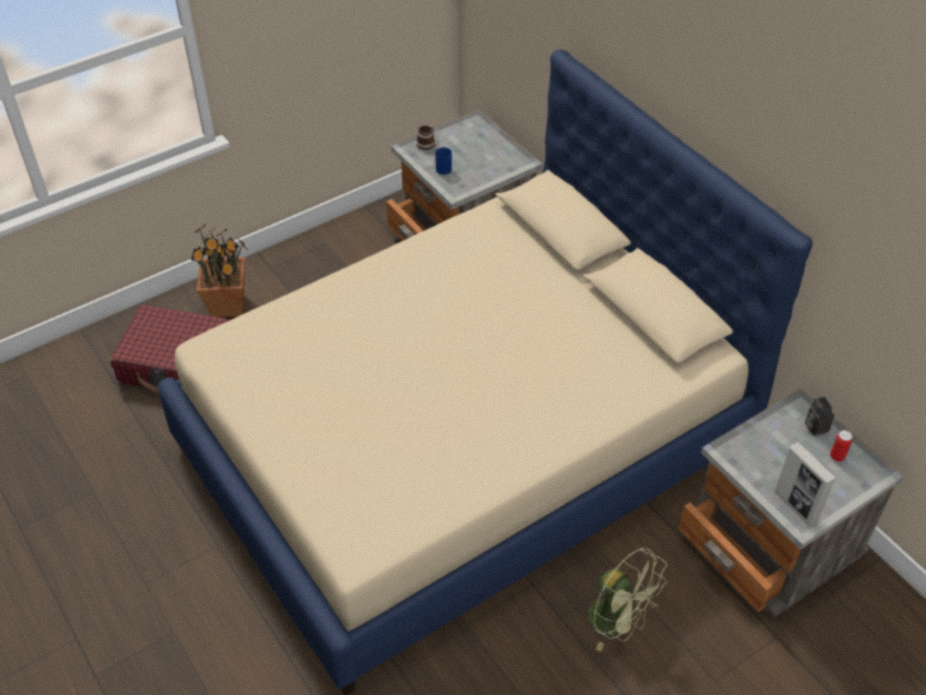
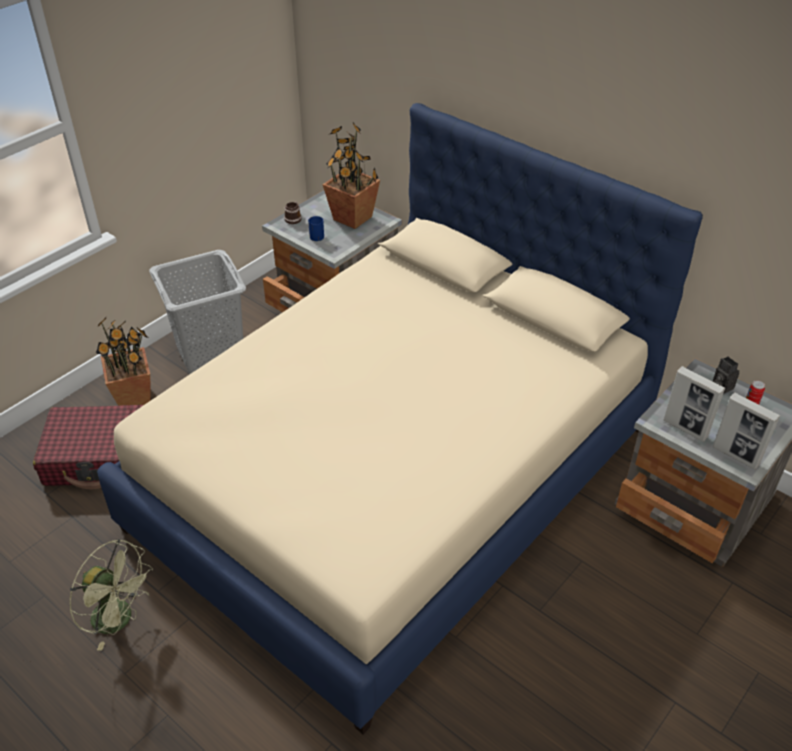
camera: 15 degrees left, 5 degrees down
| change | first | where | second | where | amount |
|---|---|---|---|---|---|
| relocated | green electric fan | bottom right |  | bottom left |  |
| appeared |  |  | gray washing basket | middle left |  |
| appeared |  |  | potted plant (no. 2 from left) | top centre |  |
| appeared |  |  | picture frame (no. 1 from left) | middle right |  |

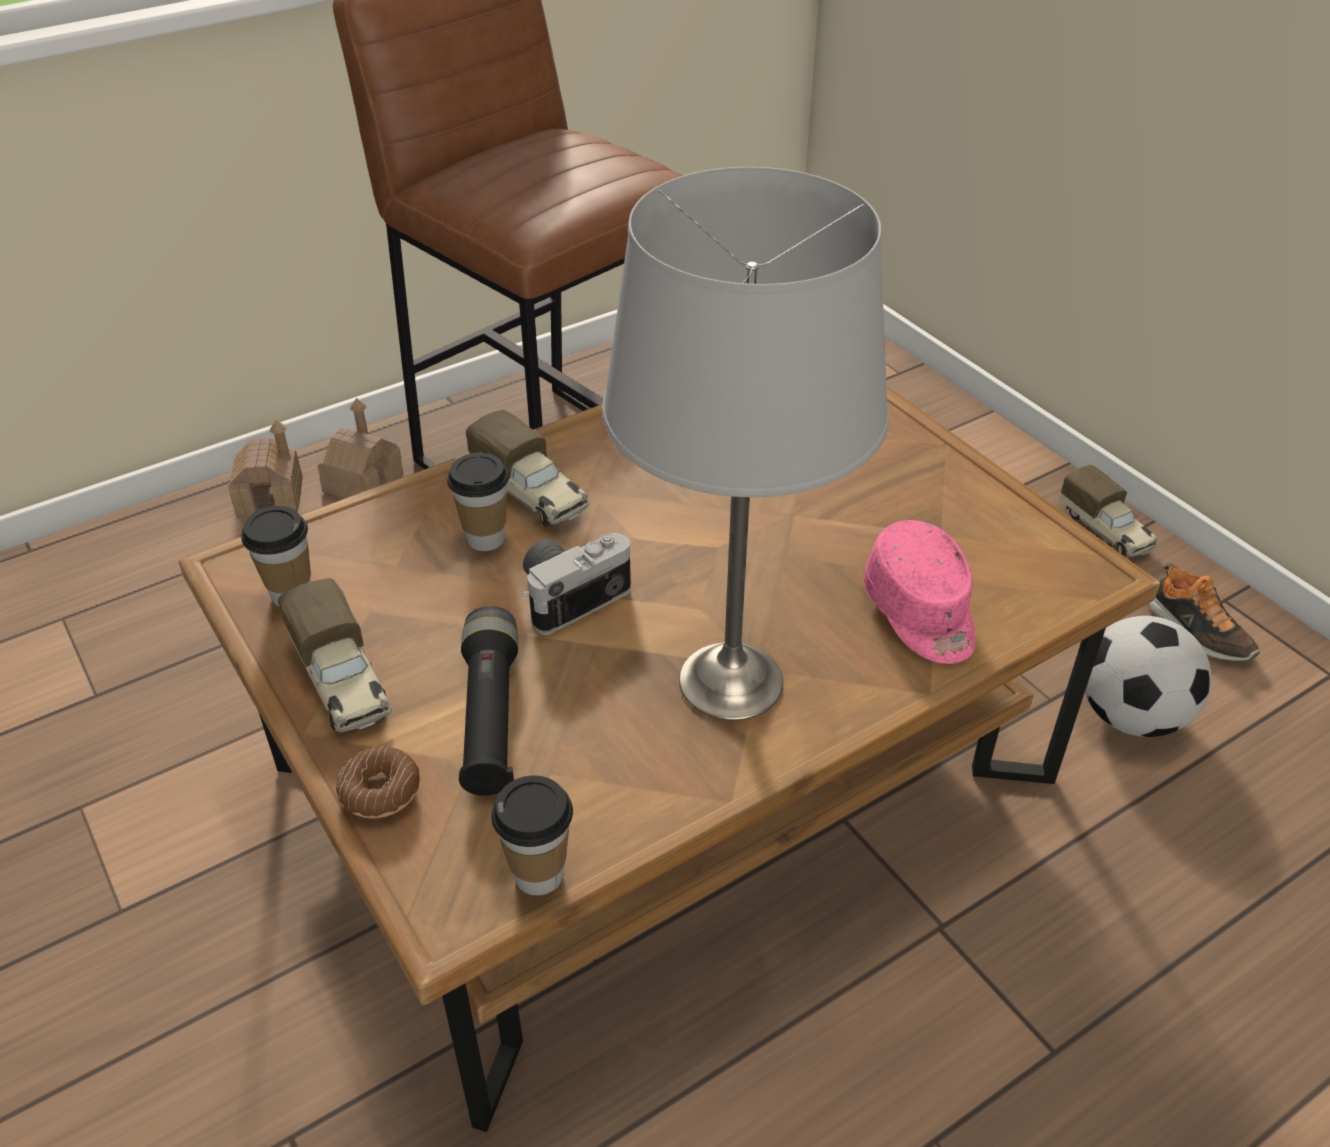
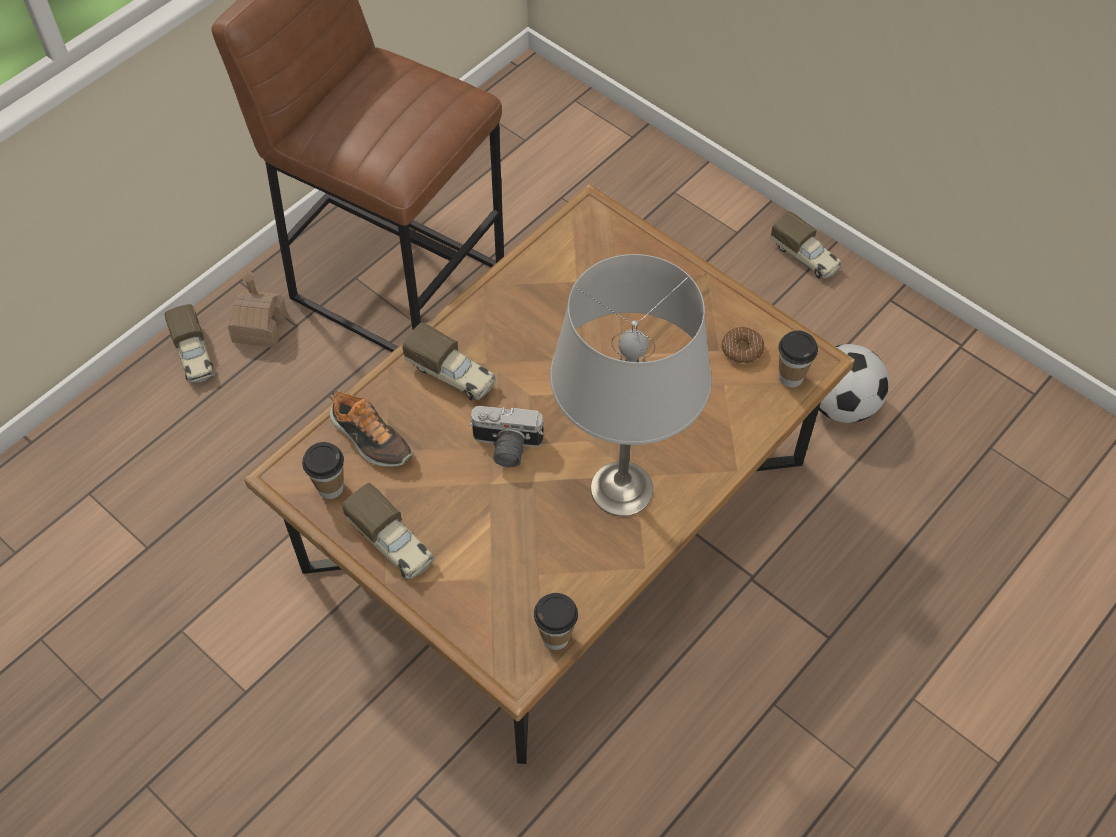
camera: 15 degrees left, 15 degrees up
| change | first | where | second | where | amount |
|---|---|---|---|---|---|
| exchanged | model house (no. 1 from left) | middle left | toy truck (no. 1 from left) | middle left |  |
| relocated | doughnut | bottom left |  | centre |  |
| relocated | cup (no. 2 from left in the first image) | centre | cup (no. 3 from left) | middle right |  |
| missing | black-coloured flashlight | centre |  |  |  |
| spun | photo camera | centre |  | centre | 120 degrees counterclockwise |
| missing | pink cap | middle right |  |  |  |
| relocated | shoe | middle right |  | middle left |  |

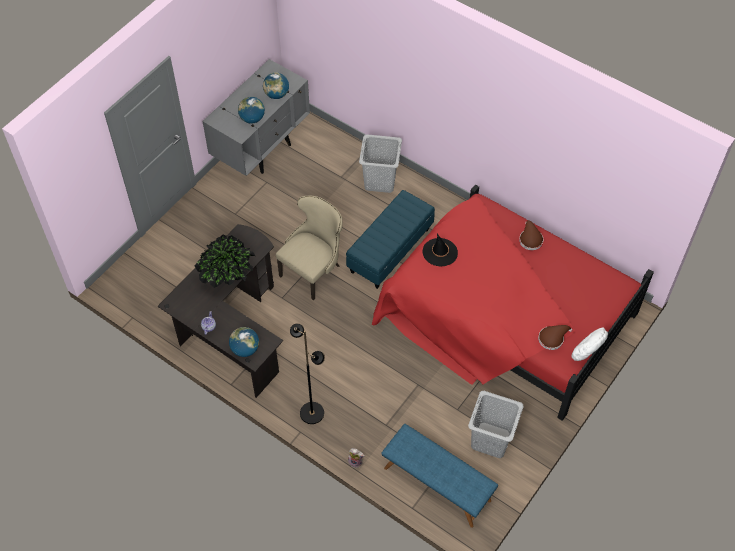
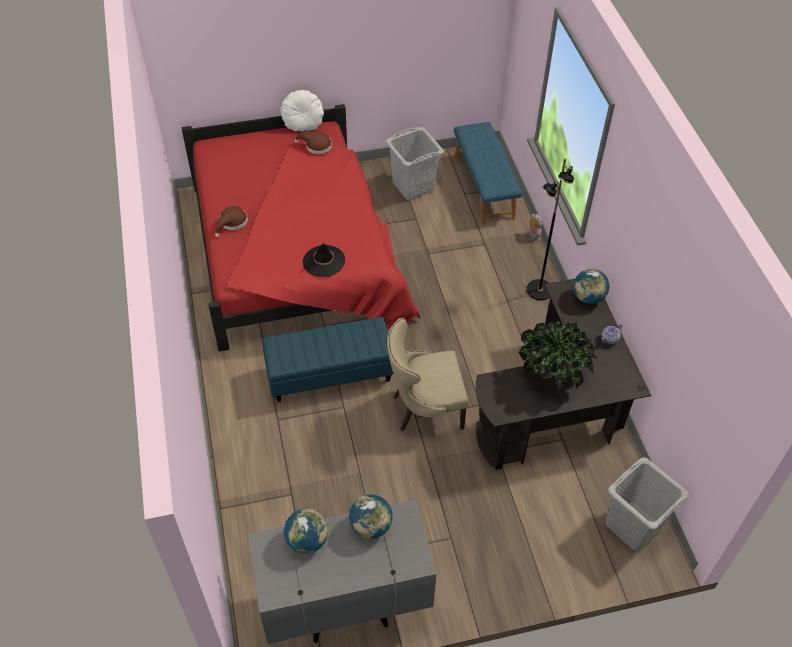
camera: 140 degrees left, 5 degrees down
| change | first | where | second | where | amount |
|---|---|---|---|---|---|
| relocated | gray washing basket (no. 1 from left in the first image) | top centre | gray washing basket (no. 2 from left) | bottom right |  |

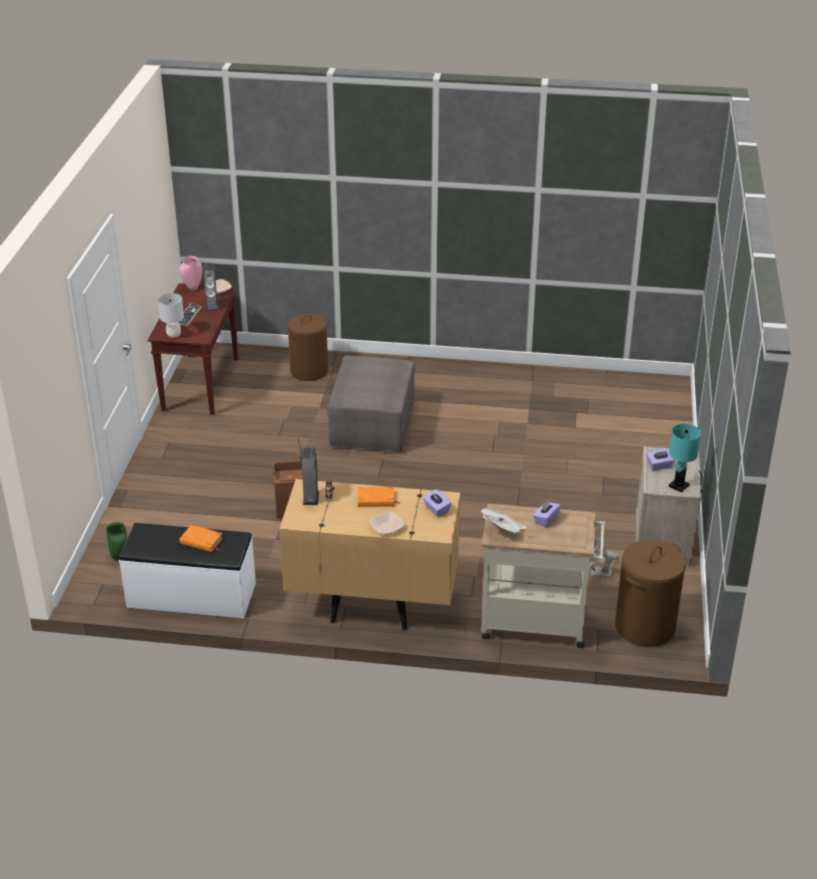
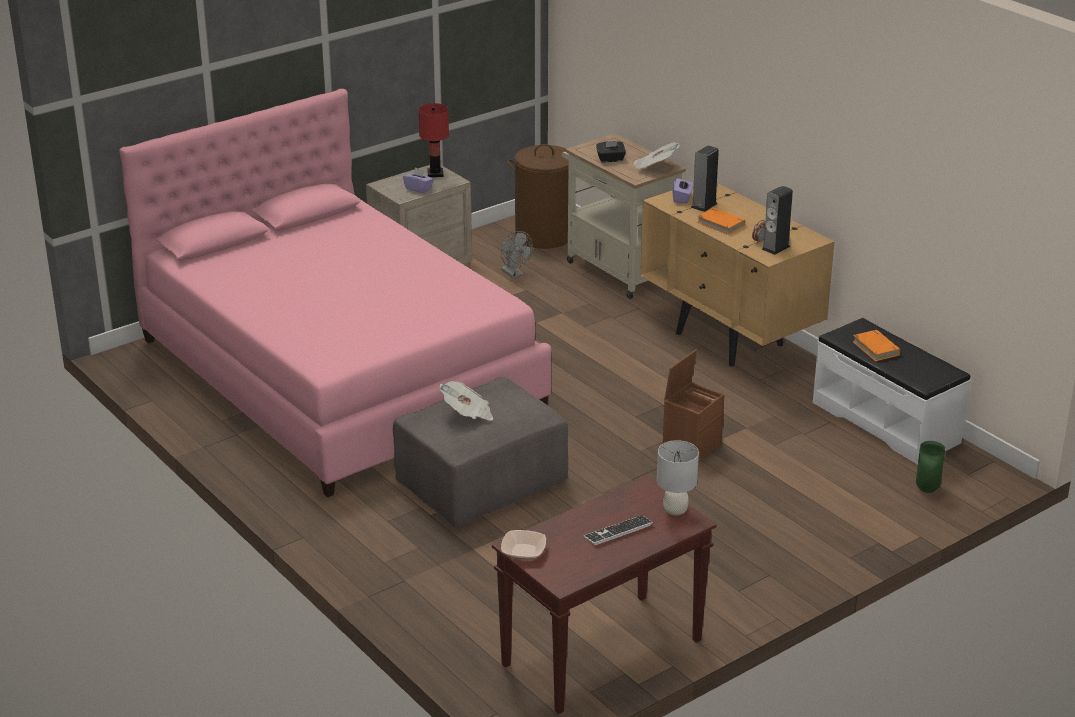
camera: 135 degrees left, 5 degrees down
| change | first | where | second | where | amount |
|---|---|---|---|---|---|
| missing | pink decorative vase | top left |  |  |  |
| relocated | audio speaker (no. 1 from left) | top left |  | top centre |  |
| missing | brownish washing basket (no. 1 from left) | centre |  |  |  |
| missing | deep dish (no. 2 from left) | centre |  |  |  |
| colour | purple-coloured box of tissues (no. 2 from left) | middle right | black-coloured box of tissues | top centre |  |
| colour | turquoise-coloured lamp for a table | middle right | red lamp for a table | top centre |  |
| appeared |  |  | pink sleeping bed | middle left |  |
| appeared |  |  | printed paper (no. 1 from left) | centre |  |

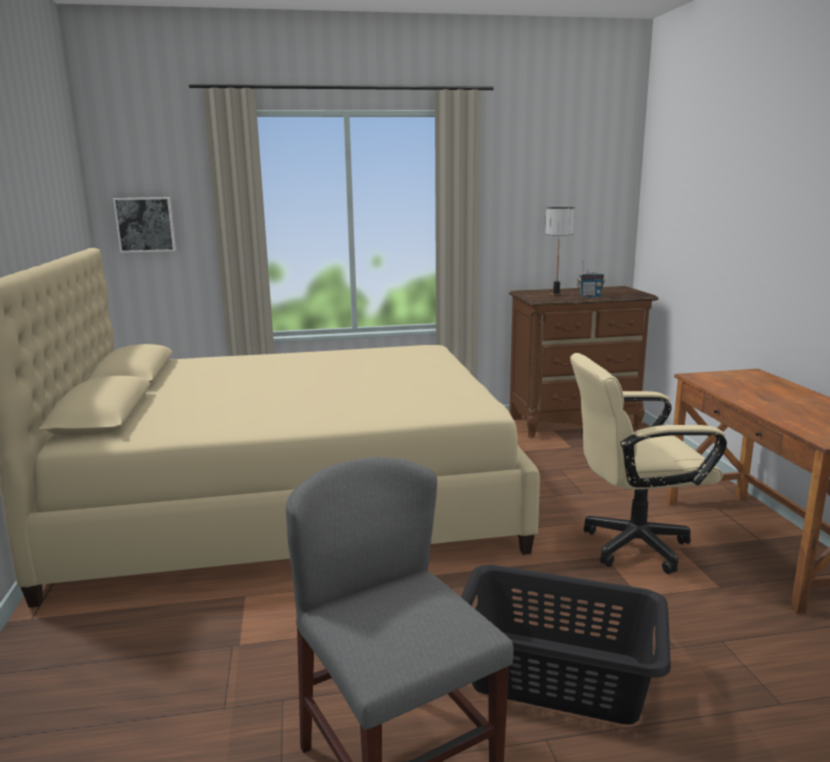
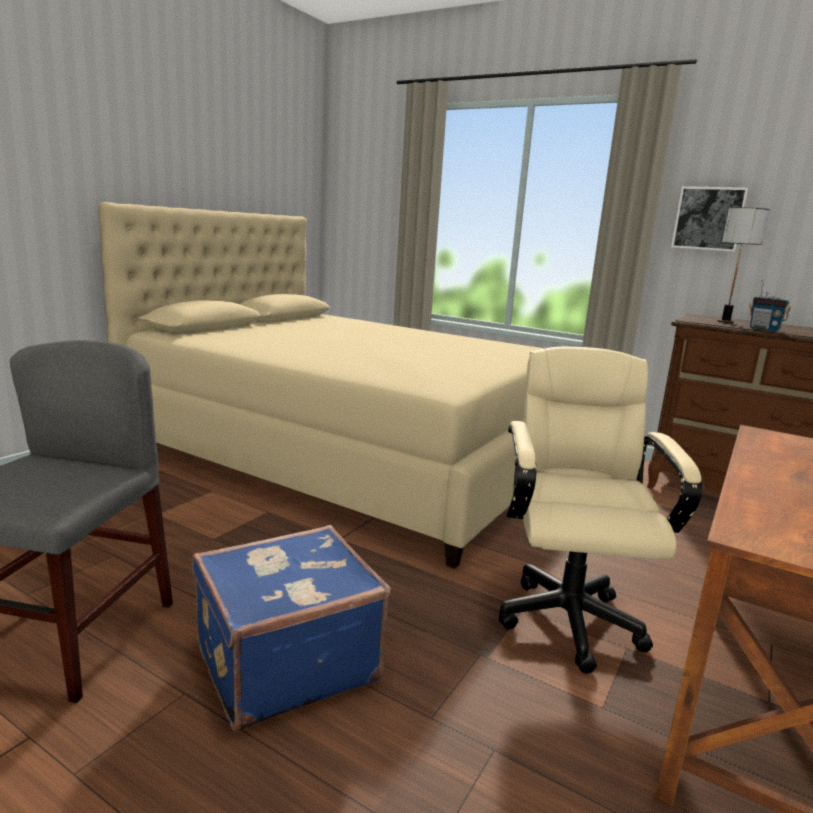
camera: 40 degrees right, 0 degrees up
| change | first | where | second | where | amount |
|---|---|---|---|---|---|
| relocated | wall art | top left |  | top right |  |
| exchanged | black-coloured washing basket | bottom right | bluish suitcase | bottom centre |  |
| spun | beige-coloured computer chair | middle right |  | middle right | 60 degrees clockwise |

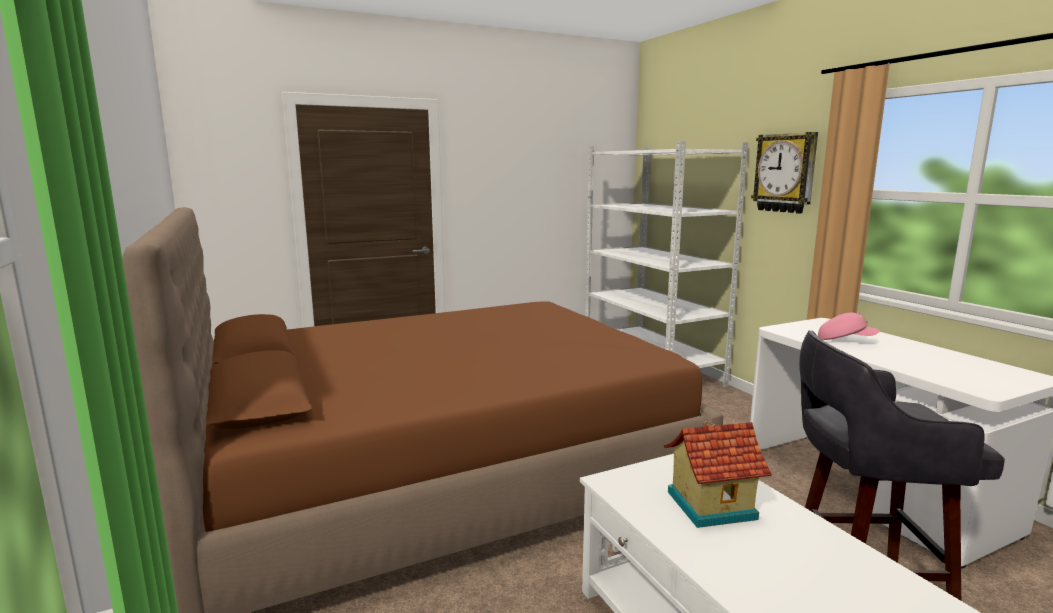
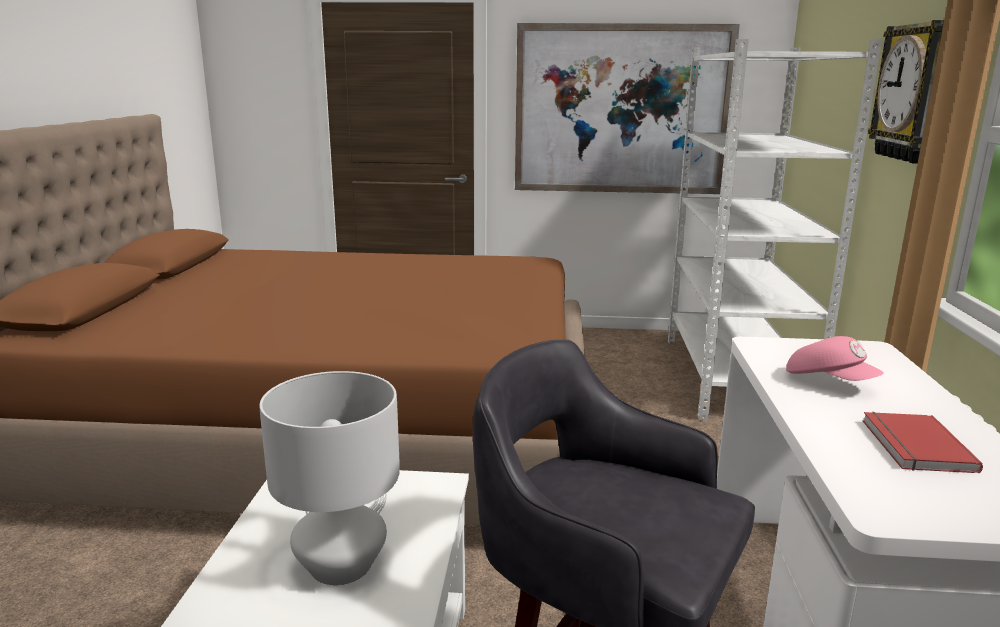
camera: 30 degrees right, 5 degrees up
| change | first | where | second | where | amount |
|---|---|---|---|---|---|
| exchanged | model house | bottom right | gray lamp for a table | bottom left |  |
| appeared |  |  | wall art | top centre |  |
| appeared |  |  | red bound book | bottom right |  |

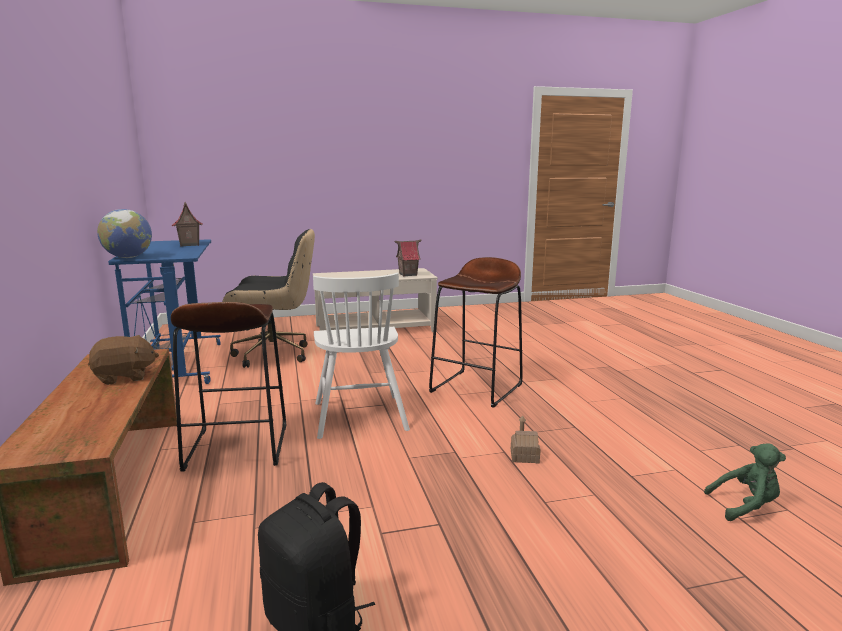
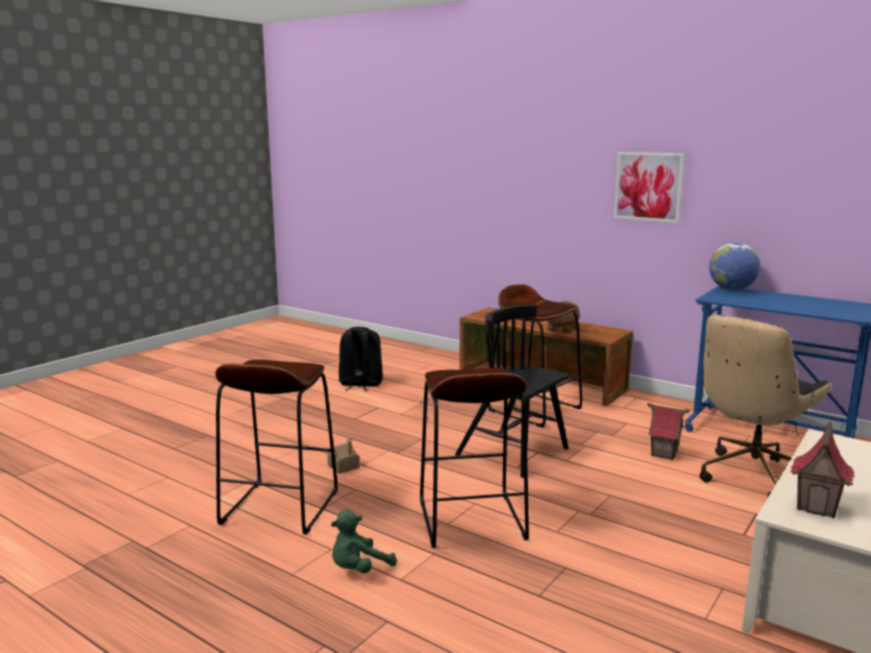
camera: 140 degrees right, 0 degrees up
| change | first | where | second | where | amount |
|---|---|---|---|---|---|
| relocated | model house (no. 1 from left in the first image) | middle left | model house (no. 2 from left) | middle right |  |
| colour | whitish plain chair | centre | black-coloured plain chair | centre |  |
| relocated | green plush toy | bottom right |  | bottom centre |  |
| appeared |  |  | brownish stool (no. 1 from left) | bottom left |  |
| appeared |  |  | wall art | top right |  |

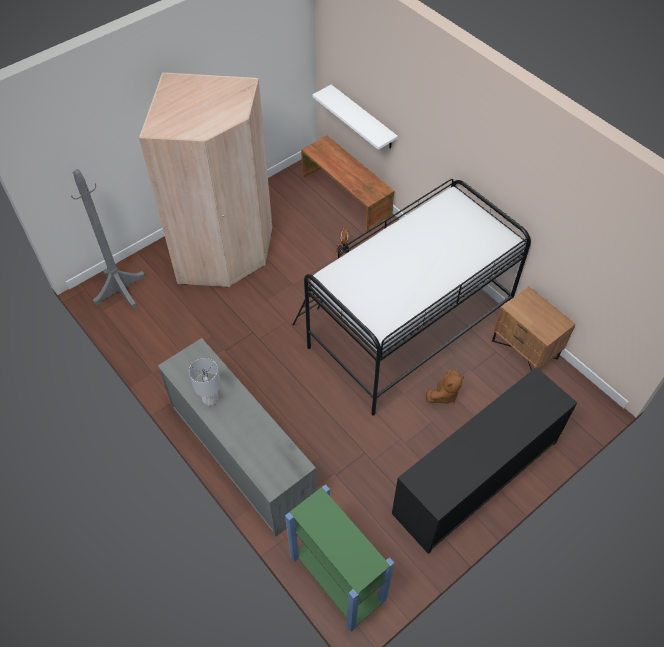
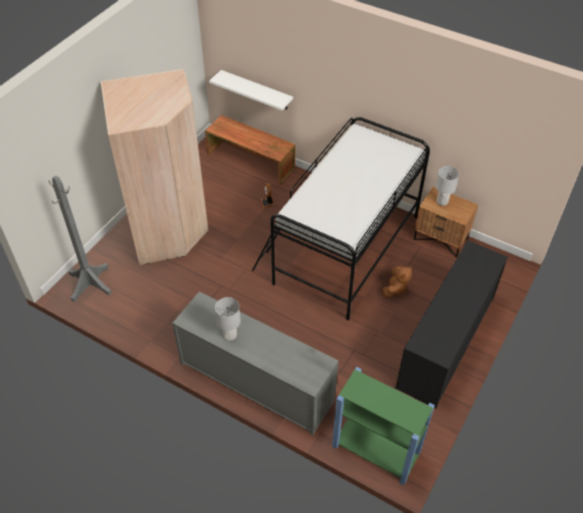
camera: 20 degrees left, 5 degrees down
| change | first | where | second | where | amount |
|---|---|---|---|---|---|
| appeared |  |  | gray lamp for a table (no. 2 from left) | middle right |  |

